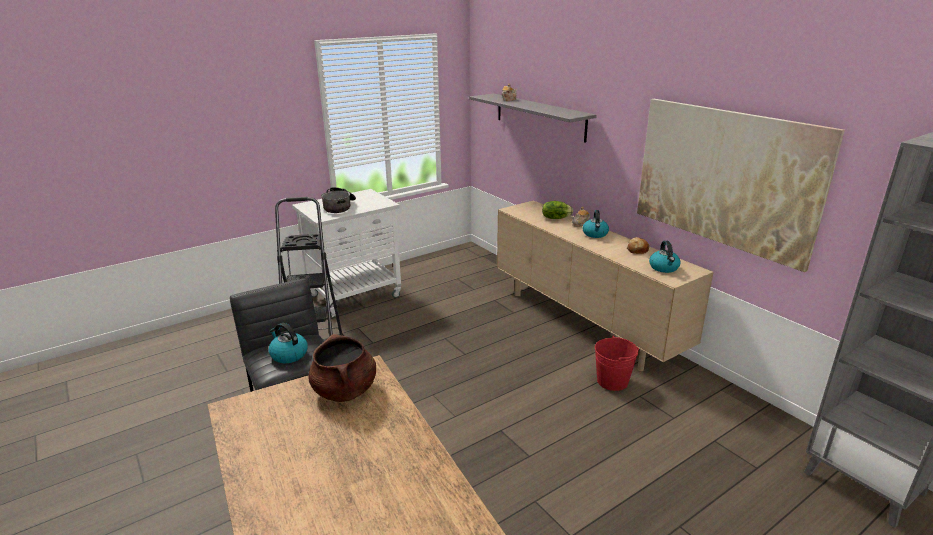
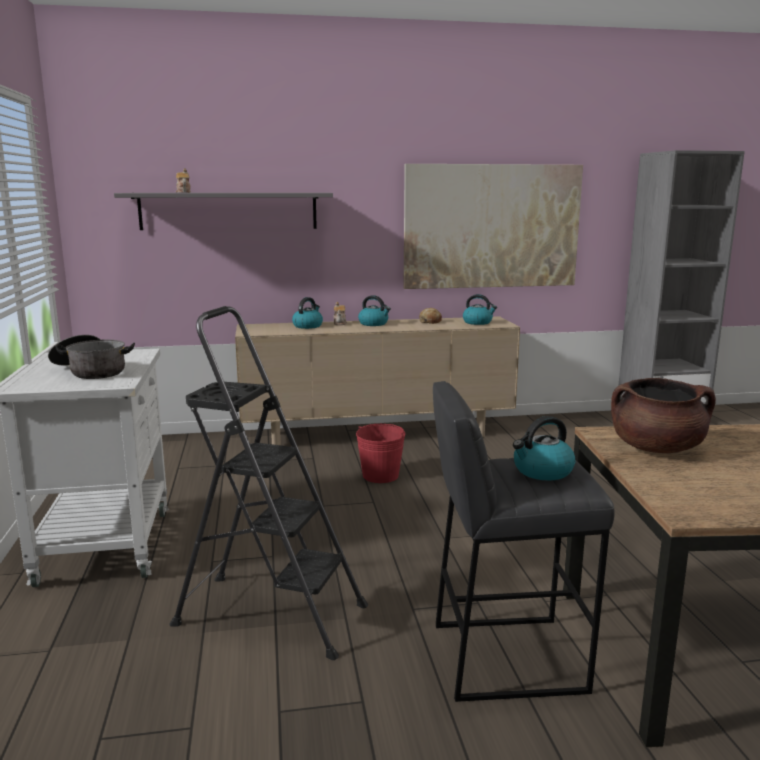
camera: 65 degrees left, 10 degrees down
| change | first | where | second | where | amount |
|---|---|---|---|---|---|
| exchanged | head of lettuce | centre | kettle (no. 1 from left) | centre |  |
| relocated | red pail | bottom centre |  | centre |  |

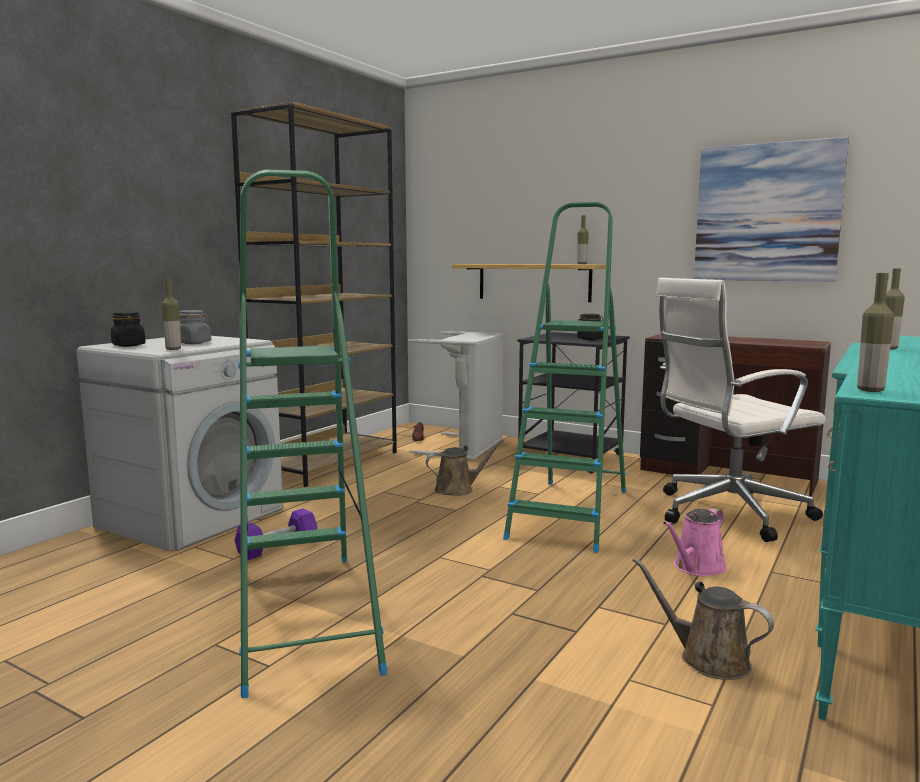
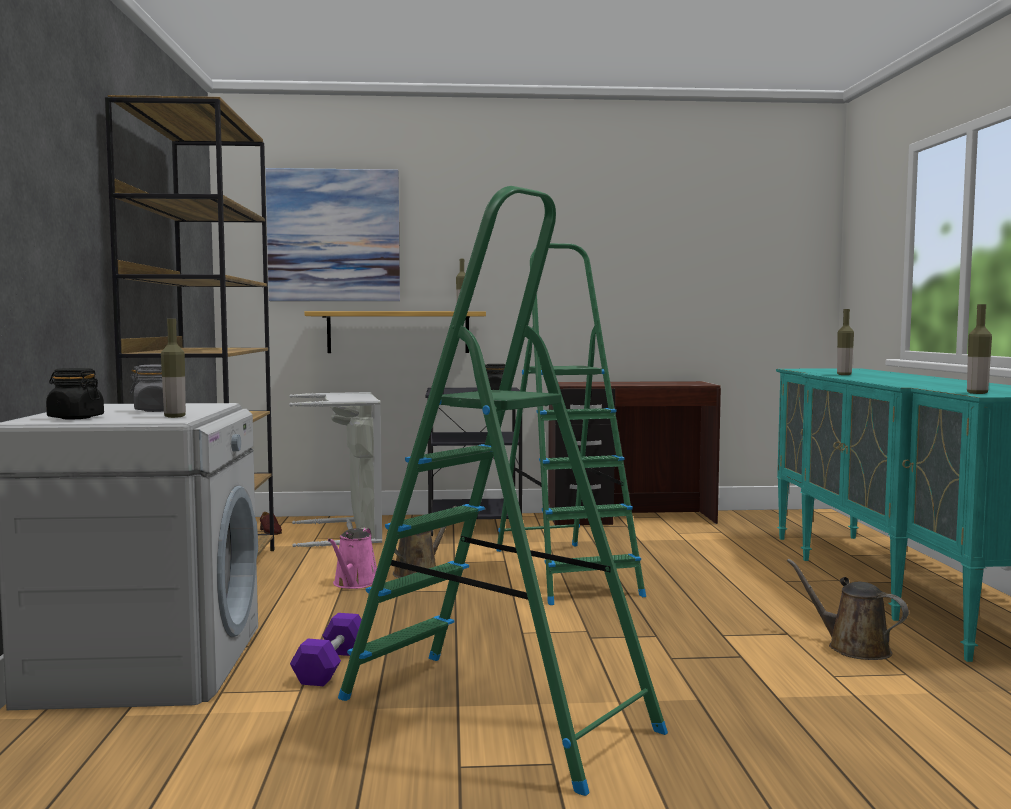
camera: 35 degrees left, 5 degrees down
| change | first | where | second | where | amount |
|---|---|---|---|---|---|
| spun | brownish watering pot (no. 2 from left) | bottom right |  | bottom right | 45 degrees clockwise |
| missing | whitish computer chair | middle right |  |  |  |
| relocated | pink watering pot | bottom right |  | bottom centre |  |
| relocated | wall art | top right |  | top left |  |

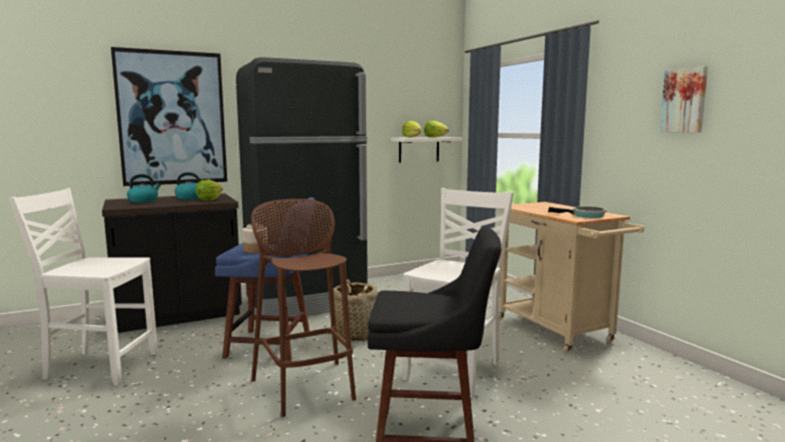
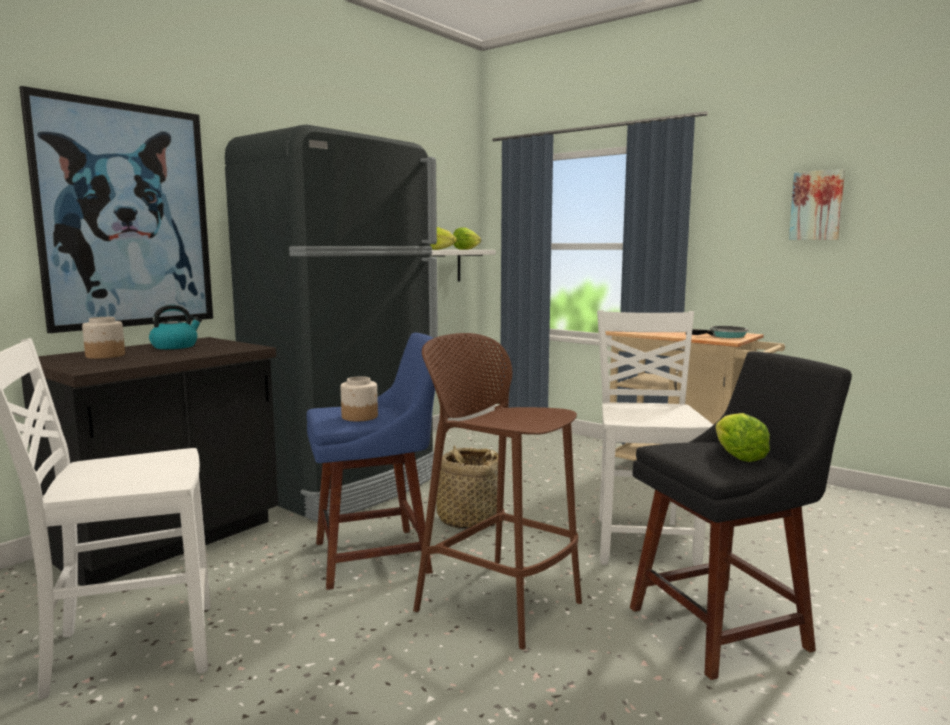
camera: 25 degrees left, 0 degrees up
| change | first | where | second | where | amount |
|---|---|---|---|---|---|
| exchanged | kettle (no. 1 from left) | middle left | jar (no. 1 from left) | middle left |  |
| relocated | head of lettuce (no. 1 from left in the first image) | middle left | head of lettuce (no. 3 from left) | middle right |  |

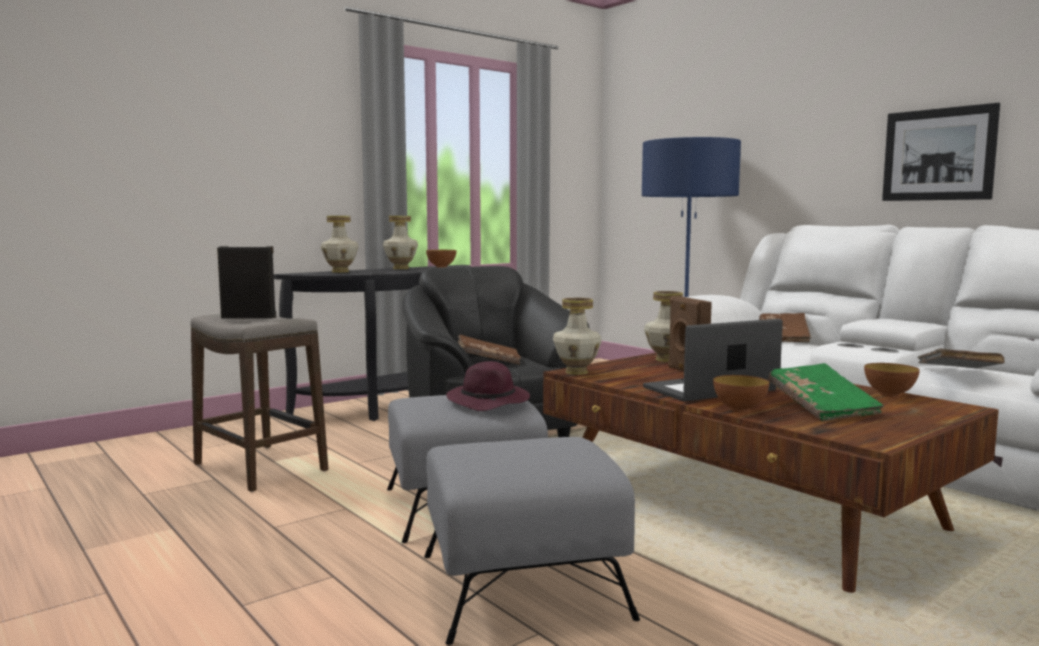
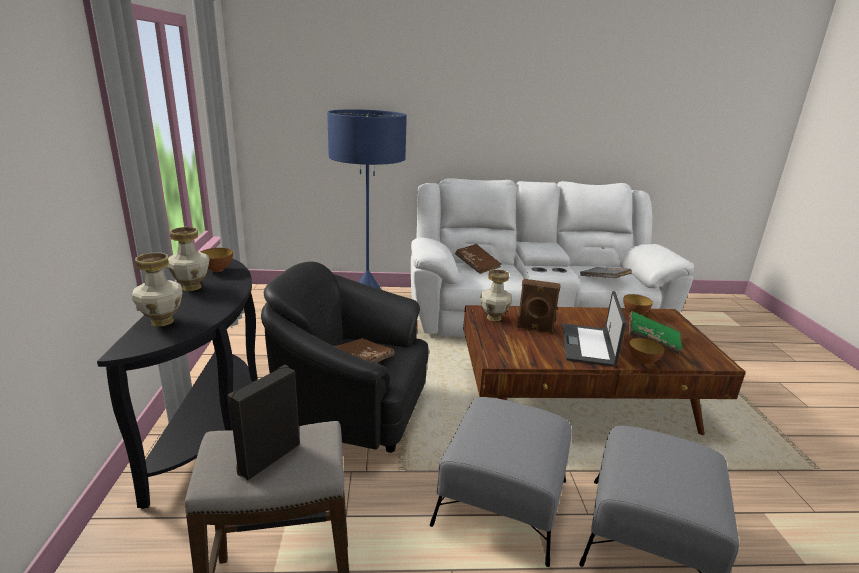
camera: 55 degrees left, 15 degrees up
| change | first | where | second | where | amount |
|---|---|---|---|---|---|
| missing | purple-coloured wearable hat | centre |  |  |  |
| missing | decorative vase (no. 3 from left) | centre |  |  |  |
| missing | wall art | top right |  |  |  |

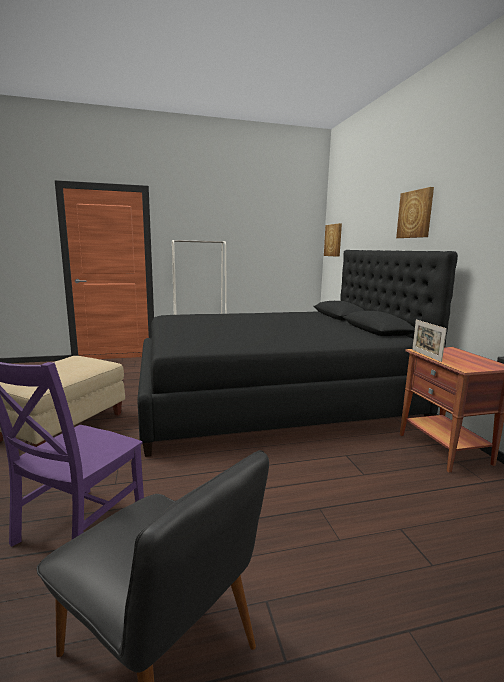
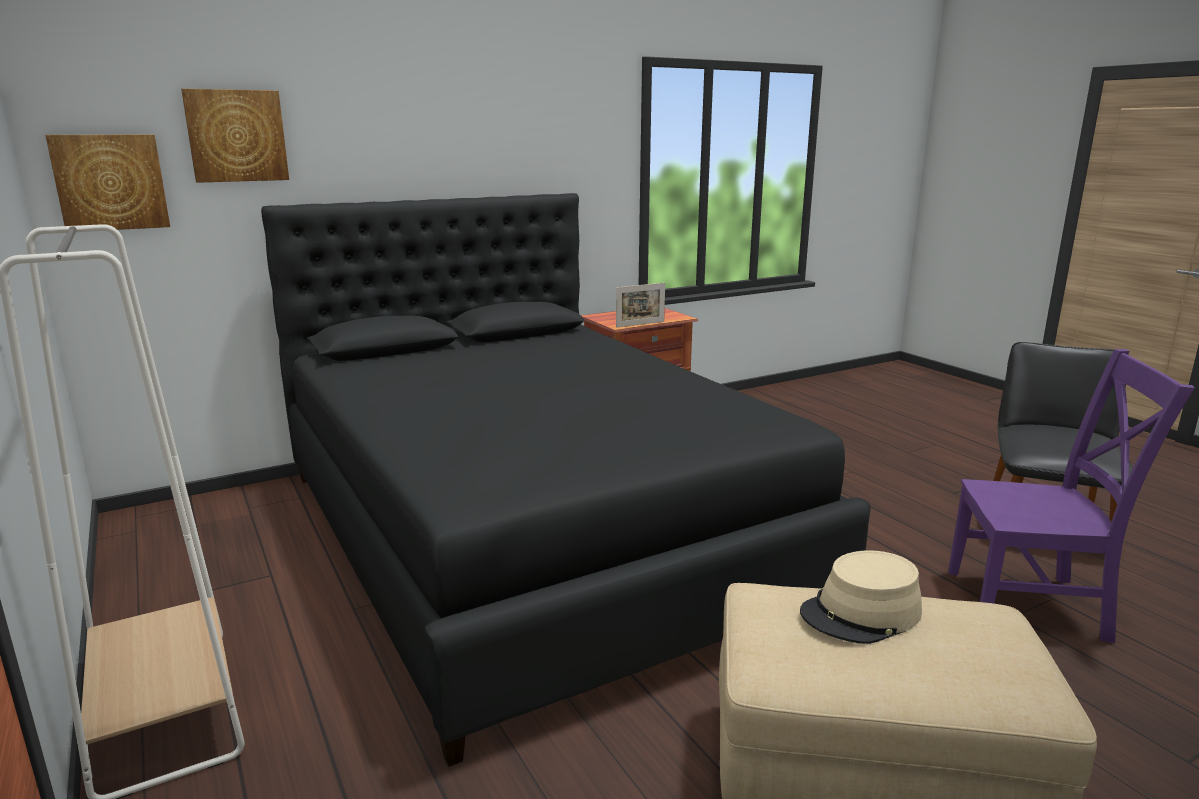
camera: 105 degrees left, 5 degrees up
| change | first | where | second | where | amount |
|---|---|---|---|---|---|
| relocated | wall art (no. 2 from left) | top right |  | top left |  |
| appeared |  |  | beige-coloured wearable hat | bottom right |  |

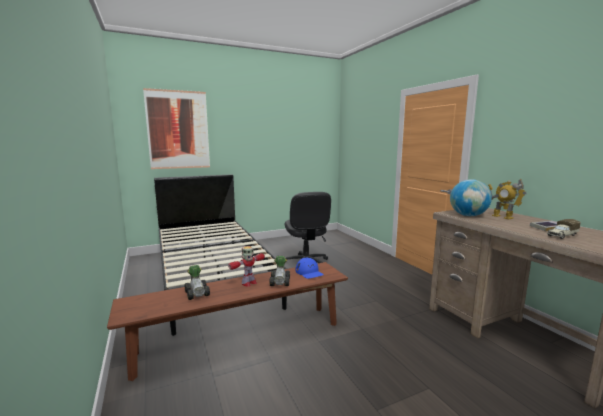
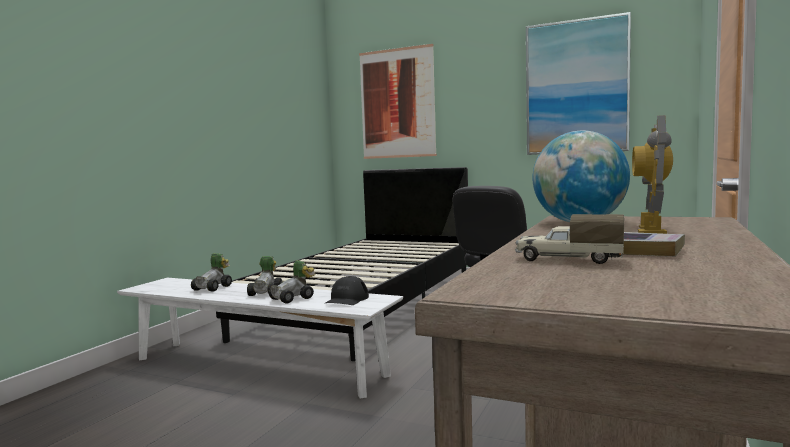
camera: 50 degrees right, 5 degrees down
| change | first | where | second | where | amount |
|---|---|---|---|---|---|
| colour | brownish indoor bench | bottom centre | whitish indoor bench | bottom left |  |
| exchanged | toy robot (no. 1 from left) | centre | miniature car (no. 2 from left) | centre |  |
| colour | bluish cap | centre | black-coloured cap | centre |  |
| appeared |  |  | wall art (no. 2 from left) | top right |  |

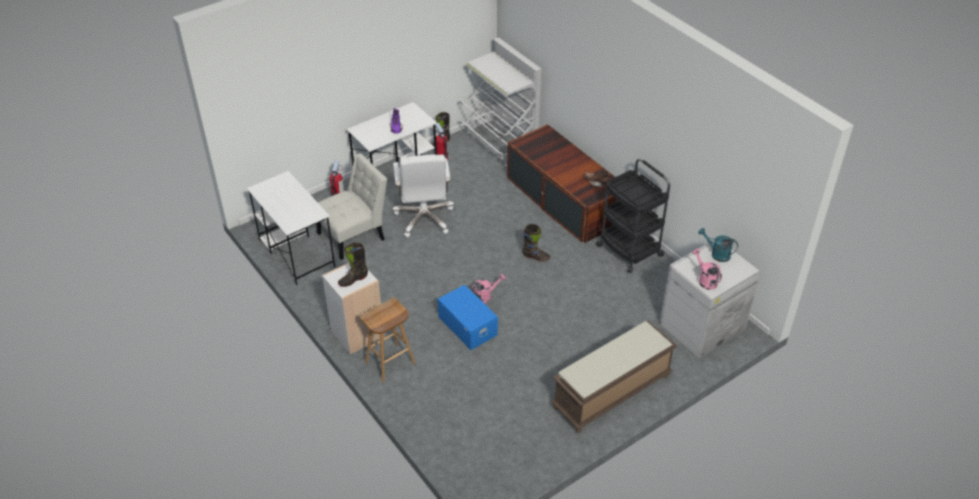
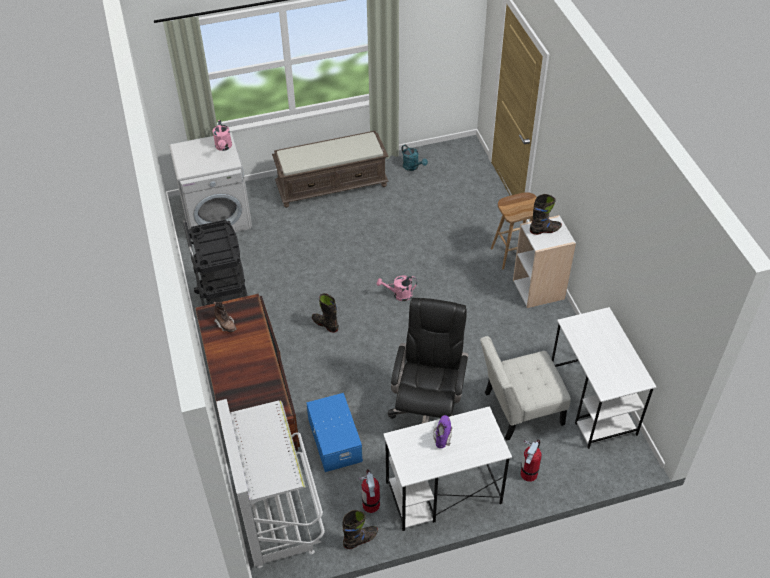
camera: 160 degrees left, 5 degrees up
| change | first | where | second | where | amount |
|---|---|---|---|---|---|
| colour | whitish computer chair | centre | black-coloured computer chair | centre |  |
| relocated | bluish storage container | centre |  | bottom centre |  |
| relocated | turquoise-coloured watering pot | middle right |  | top centre |  |

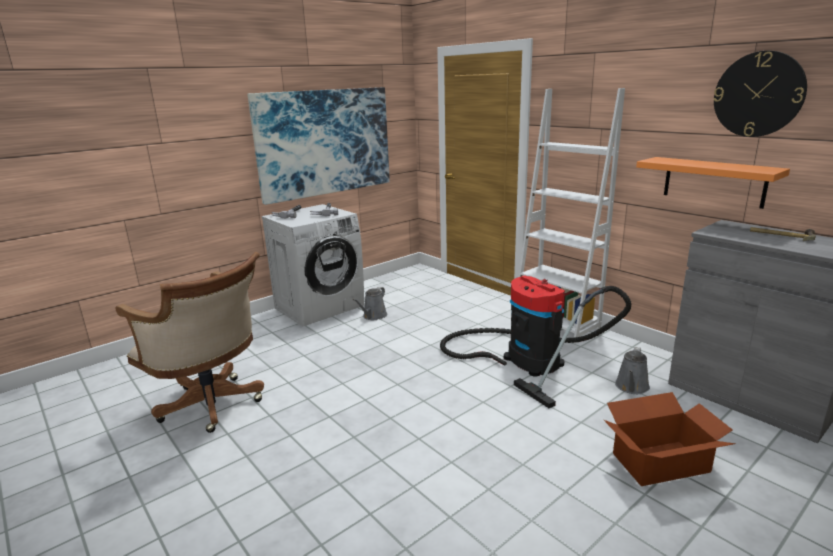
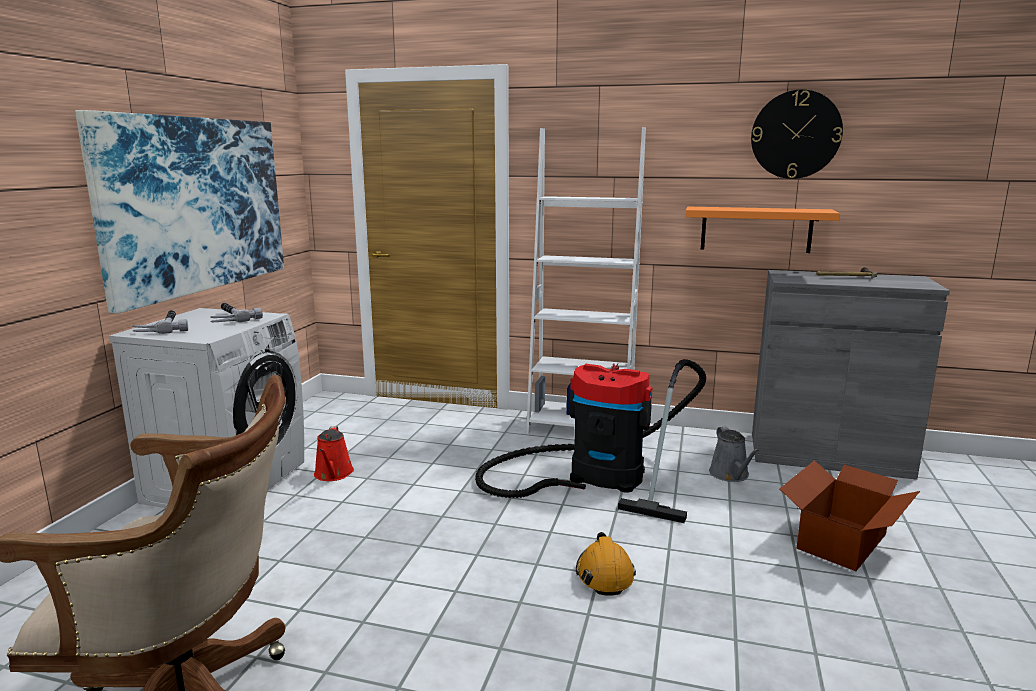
camera: 35 degrees left, 5 degrees down
| change | first | where | second | where | amount |
|---|---|---|---|---|---|
| colour | gray watering pot (no. 1 from left) | centre | red watering pot | middle left |  |
| appeared |  |  | orange-coloured safety helmet | bottom centre |  |

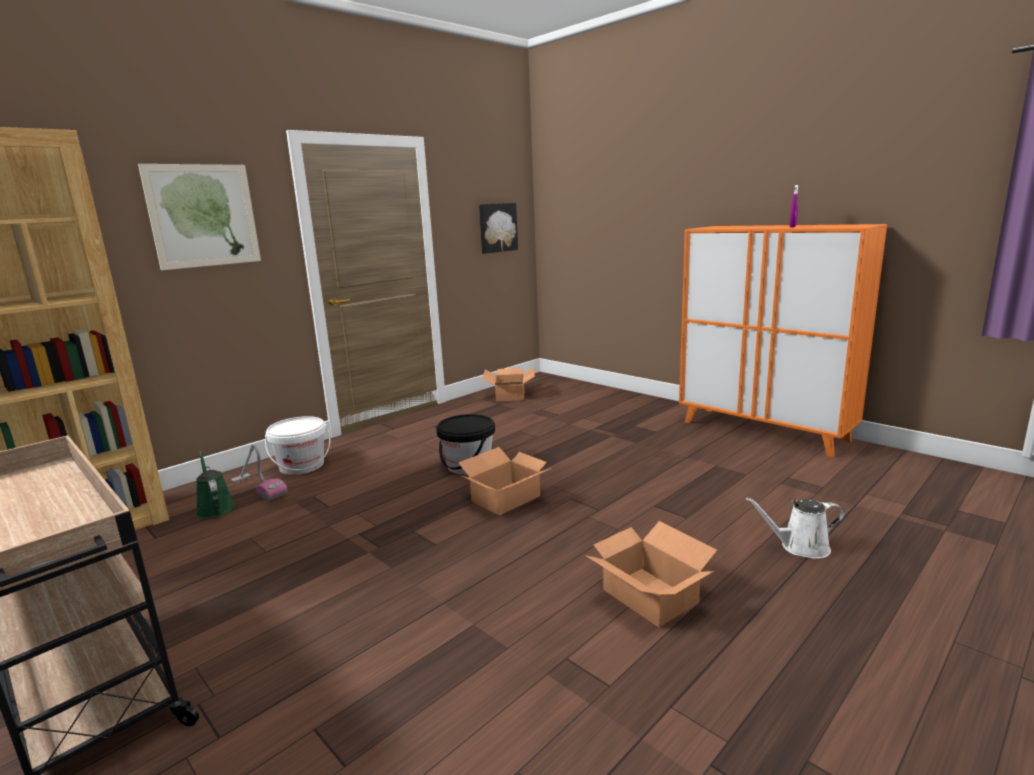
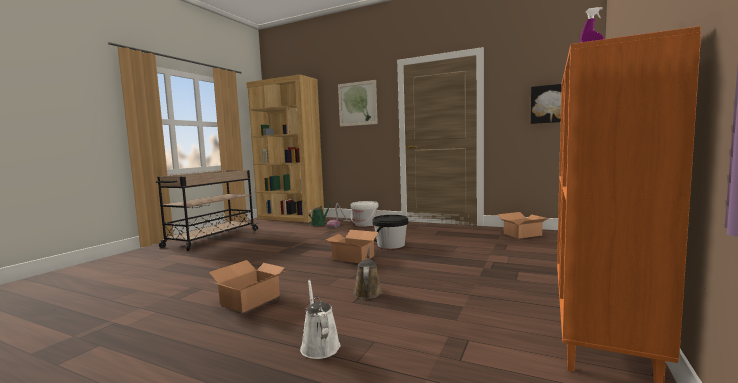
camera: 70 degrees right, 10 degrees down
| change | first | where | second | where | amount |
|---|---|---|---|---|---|
| appeared |  |  | brownish watering pot | bottom centre |  |

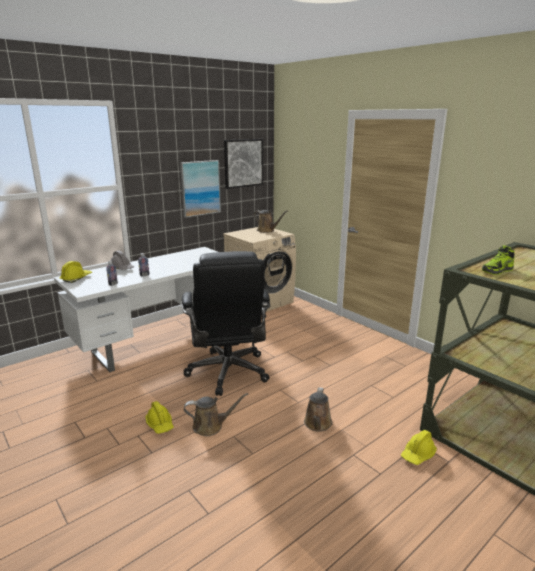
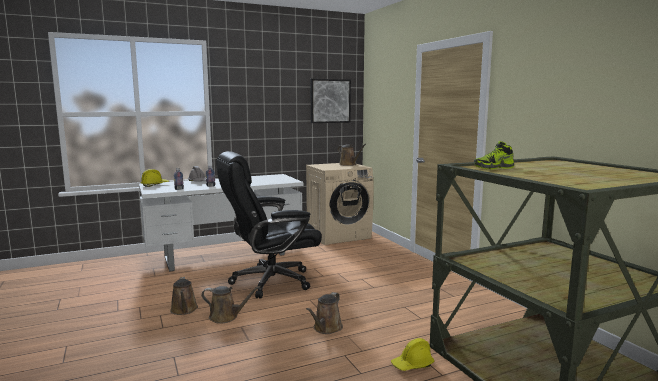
camera: 15 degrees right, 10 degrees down
| change | first | where | second | where | amount |
|---|---|---|---|---|---|
| exchanged | yellowish safety helmet (no. 2 from left) | bottom left | brownish watering pot (no. 1 from left) | bottom left |  |
| missing | wall art (no. 1 from left) | top centre |  |  |  |
| spun | black-coloured computer chair | centre |  | centre | 60 degrees clockwise |

